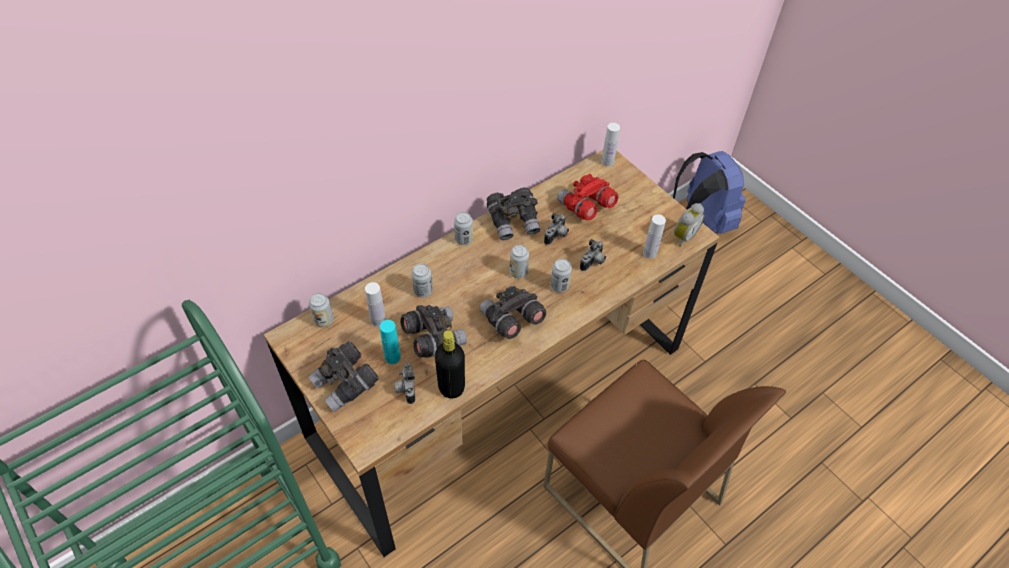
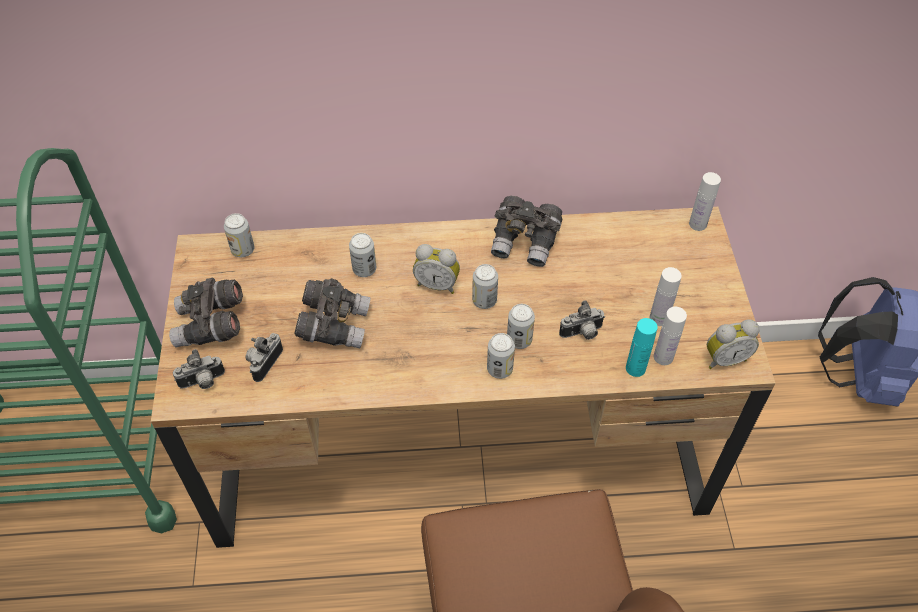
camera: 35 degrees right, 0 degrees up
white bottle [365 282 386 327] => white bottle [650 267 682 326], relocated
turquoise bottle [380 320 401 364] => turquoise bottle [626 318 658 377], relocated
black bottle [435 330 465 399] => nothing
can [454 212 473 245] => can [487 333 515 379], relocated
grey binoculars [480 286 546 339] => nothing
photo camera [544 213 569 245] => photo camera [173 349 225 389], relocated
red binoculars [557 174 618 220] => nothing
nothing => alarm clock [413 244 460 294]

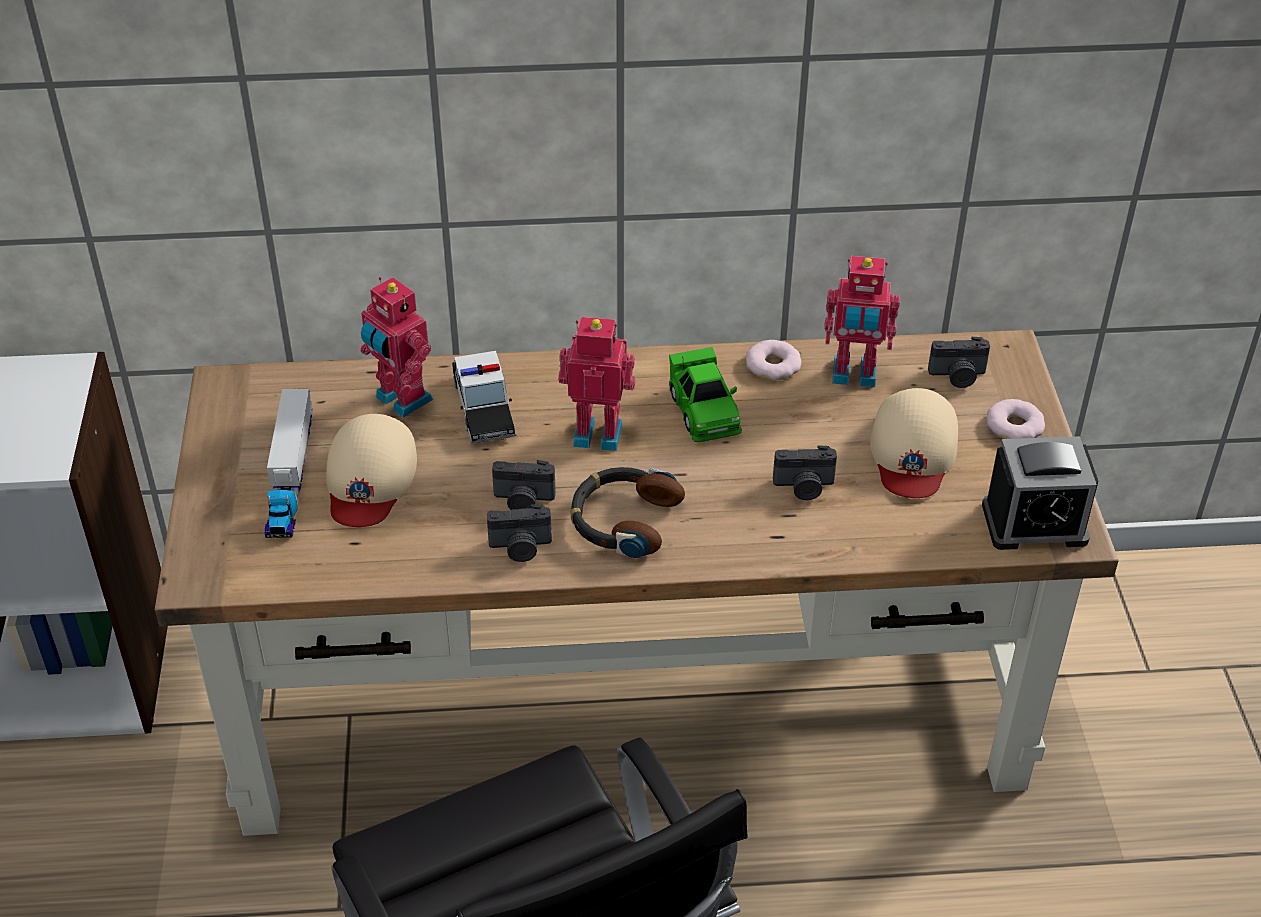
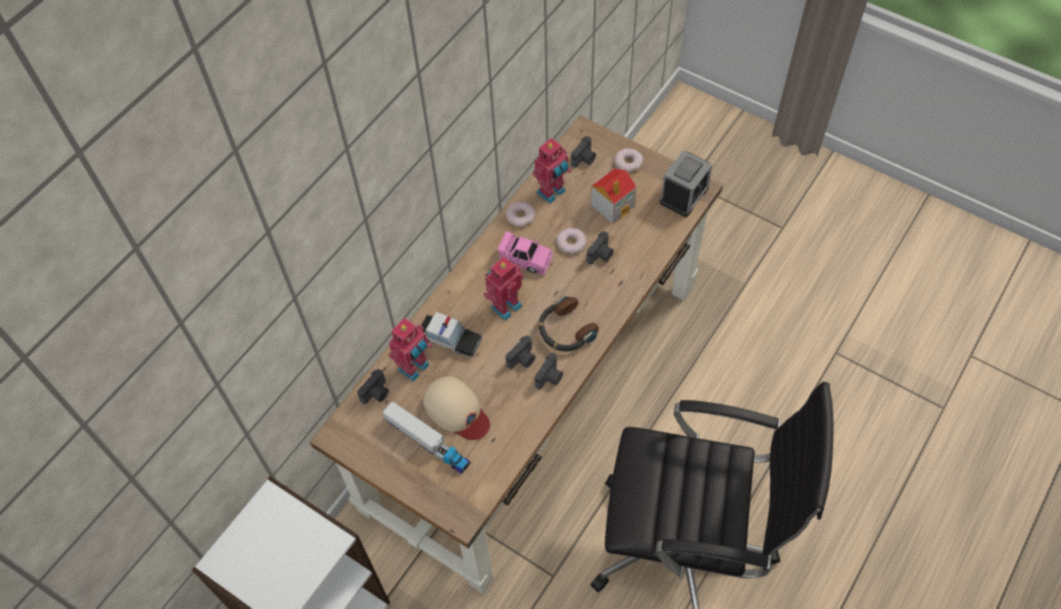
camera: 50 degrees left, 15 degrees up
toy robot [360 277 433 418] => toy robot [389 318 432 382], 45 degrees counterclockwise
green toy car [669 347 742 442] => pink toy car [497 231 553 275]
beige cap [870 388 958 498] => toy house [591 169 637 224]
nothing => photo camera [357 369 389 404]
nothing => donut [556 228 587 254]

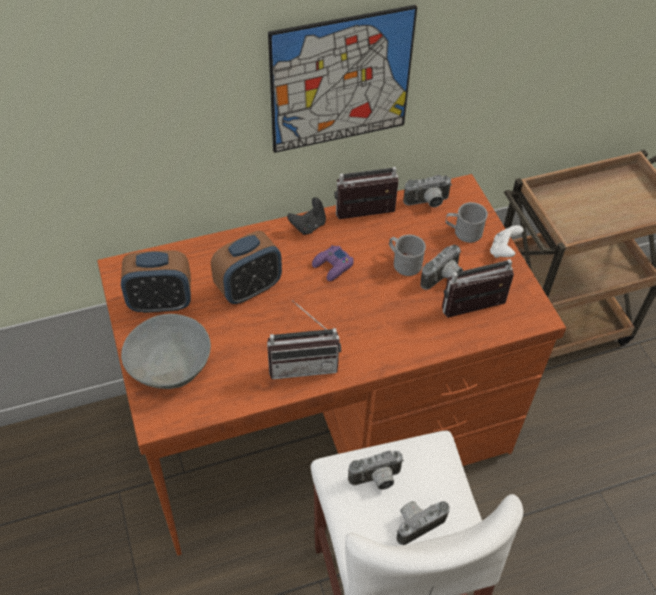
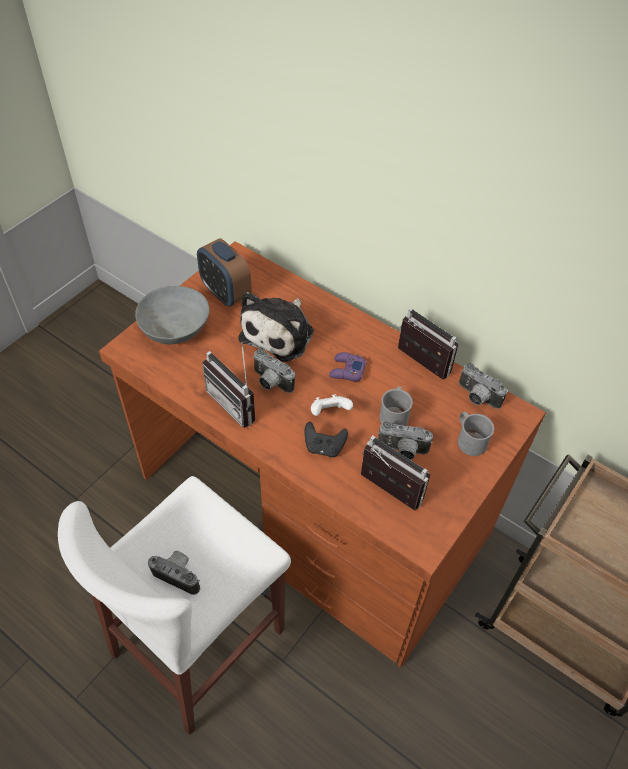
camera: 55 degrees right, 0 degrees up
alarm clock [211 231 282 304] => plush toy [239 292 314 362]
picture [268 5 417 153] => nothing
black game controller [287 197 326 235] => black game controller [305 422 348 457], relocated
photo camera [348 450 404 490] => photo camera [253 348 295 393], relocated
white game controller [490 225 523 258] => white game controller [311 394 353 416], relocated

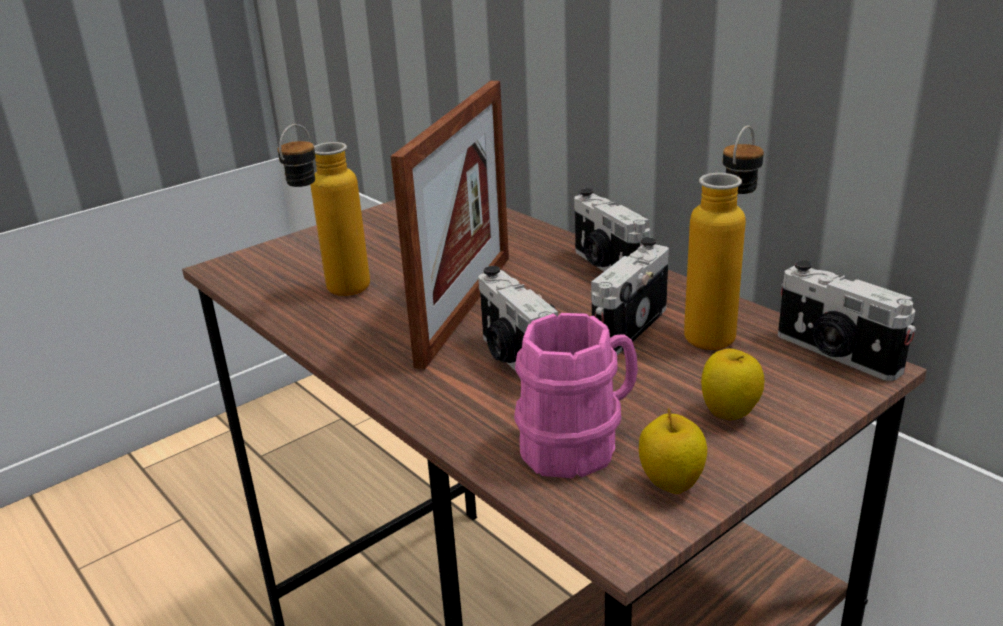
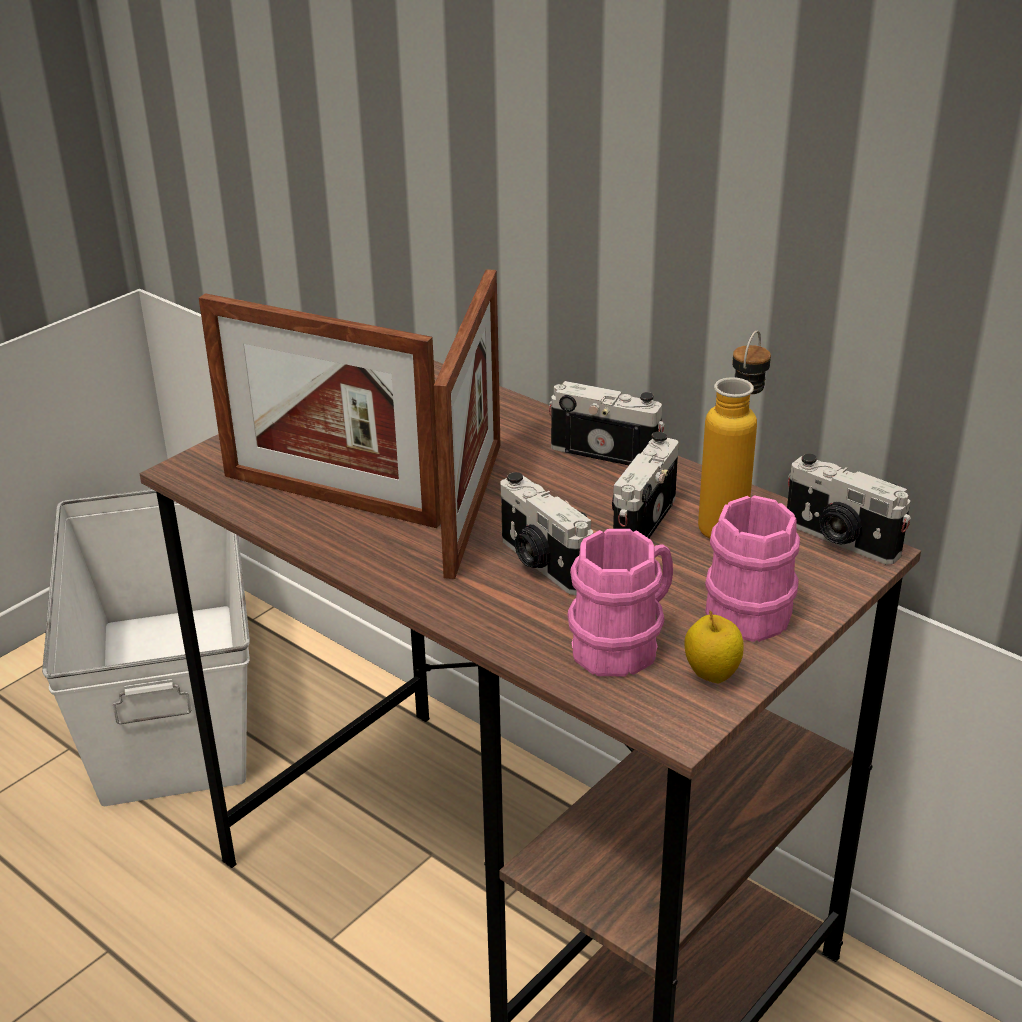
camera: 10 degrees left, 5 degrees up
bottle [277 124 370 296] => picture frame [199 293 441 528]
photo camera [574 188 650 271] => photo camera [549 381 665 465], 150 degrees clockwise
apple [701 349 764 420] => pink mug [705 495 800 642]
nothing => white storage box [42 489 250 806]

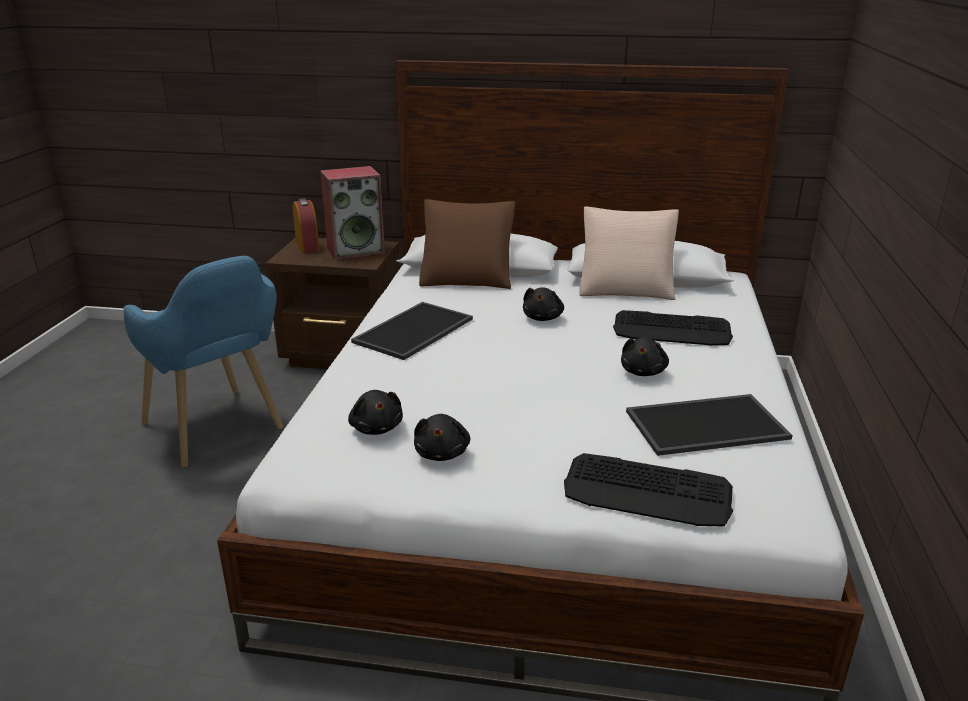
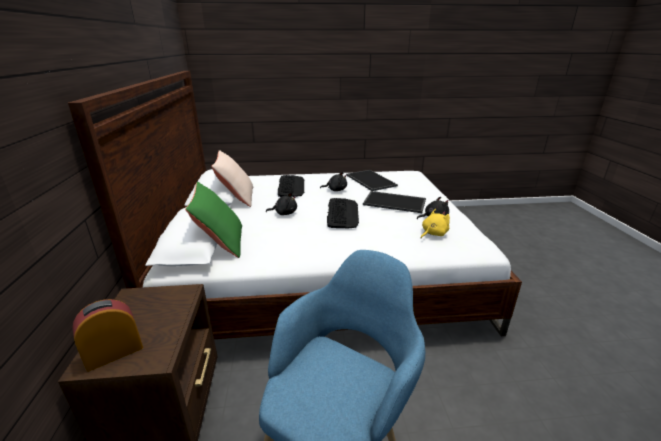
camera: 105 degrees left, 0 degrees up
speaker [320 166 385 260] => nothing
black plush toy [348 390 403 435] => yellow plush toy [421 209 450 238]
tray [351 302 473 360] => tray [363 191 426 213], relocated
brown pillow [419 199 515 289] => green pillow [185 182 242 258]
keyboard [564 453 733 526] => keyboard [327 198 359 229], relocated

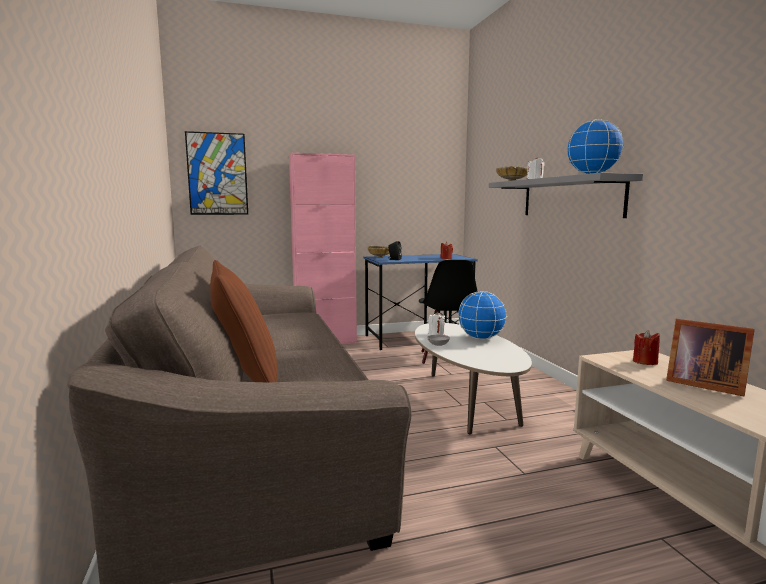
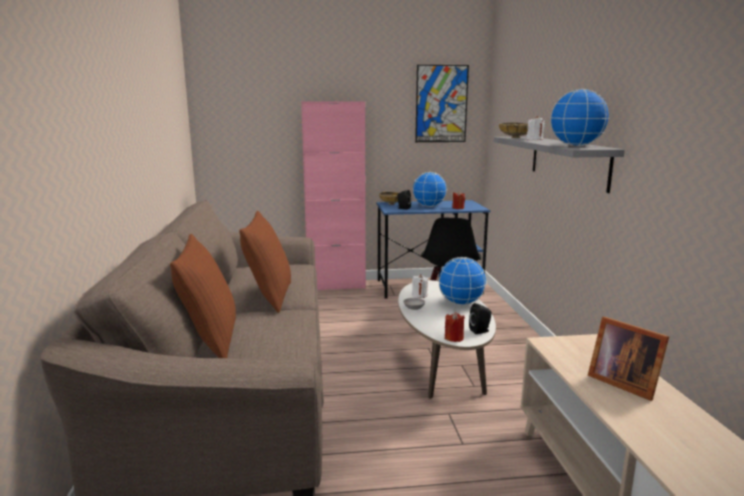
camera: 10 degrees right, 5 degrees up
picture [185 131 248 215] => picture [415 65 469 142], relocated
red candle [633 330 660 365] => red candle [445 312 465 342], relocated
nothing => brown pillow [239 211 291 313]
nothing => globe [412 172 447 207]
nothing => black speaker [469 303 492 334]

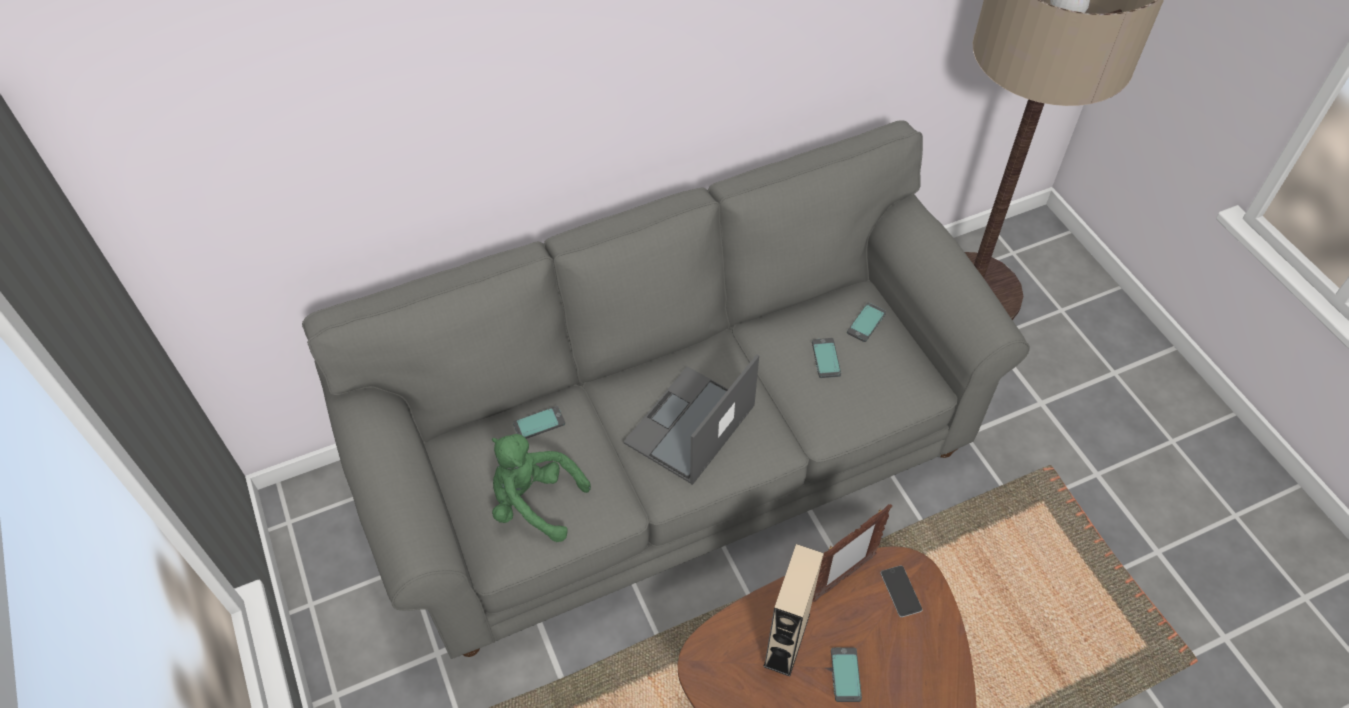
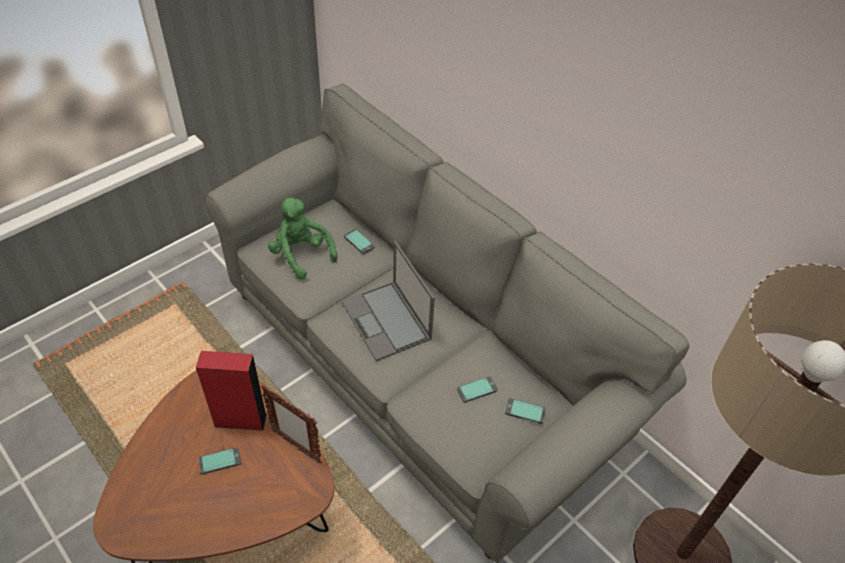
camera: 70 degrees right, 5 degrees down
green plush toy [492 434 591 542] => green plush toy [268 197 337 280], 45 degrees counterclockwise
laptop [623 354 759 485] => laptop [342 241 435 361], 135 degrees counterclockwise
beige speaker [763 544 824 677] => red speaker [196 351 267 431]
phone [880 565 923 617] => nothing

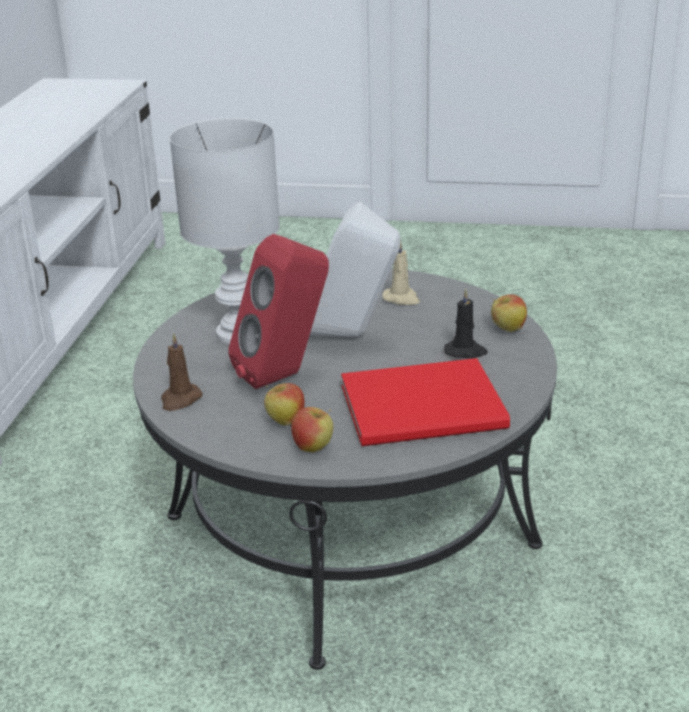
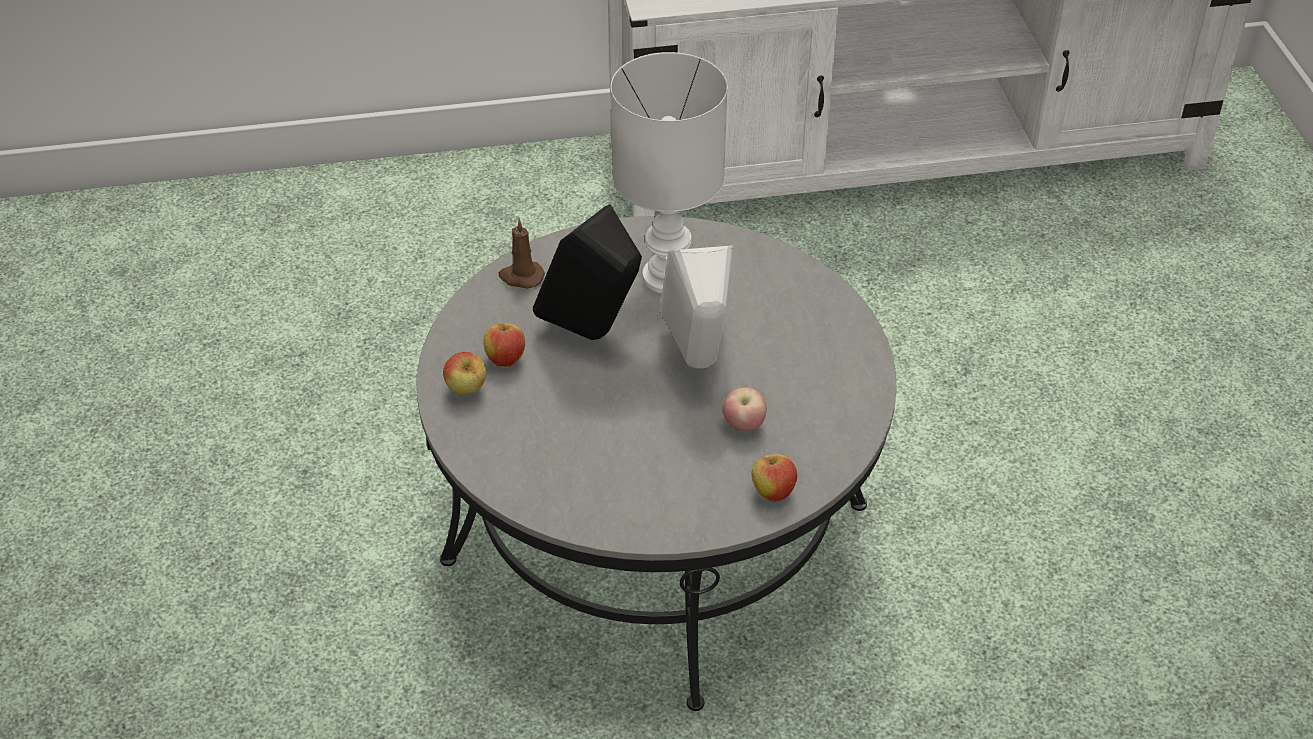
camera: 70 degrees right, 15 degrees up
red speaker [228 234 329 389] => black speaker [533 204 642 340]
red book [341 358 510 446] => nothing
beige candle [382 239 420 305] => nothing
black candle [444 289 488 358] => nothing
nothing => apple [722 387 767 431]

